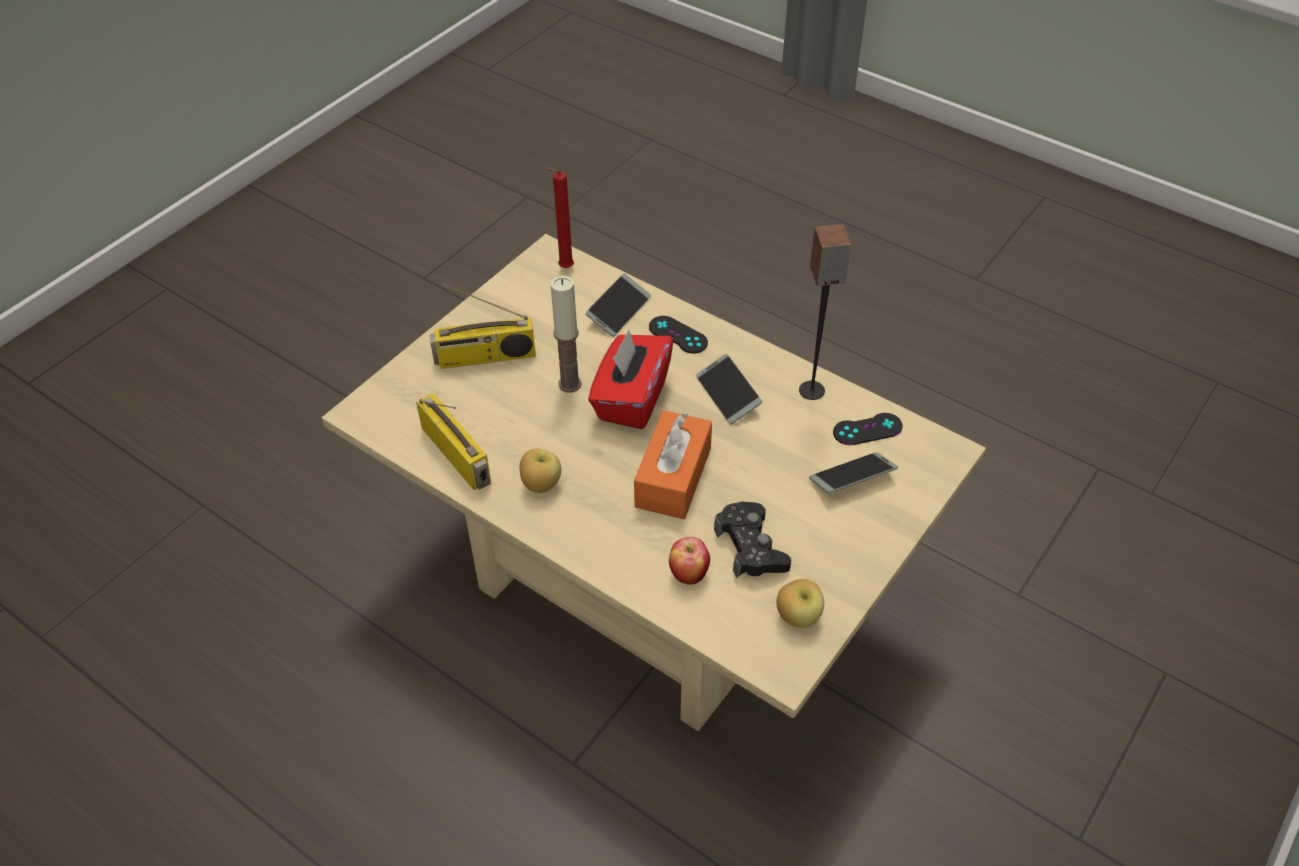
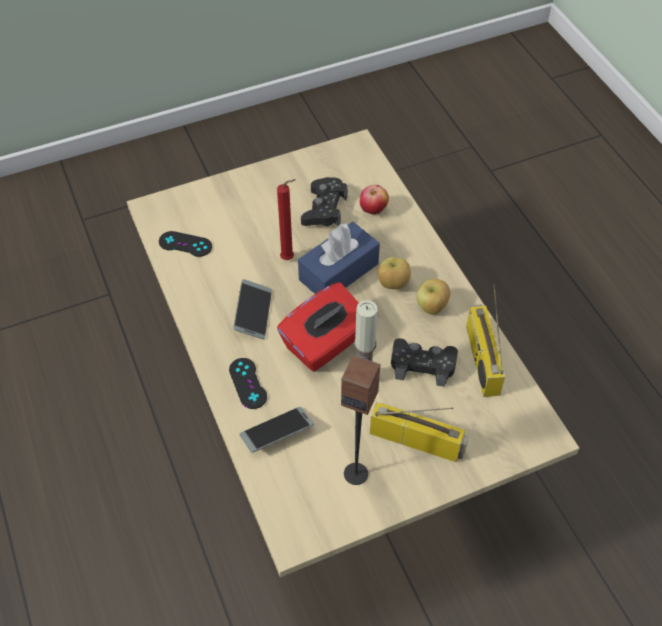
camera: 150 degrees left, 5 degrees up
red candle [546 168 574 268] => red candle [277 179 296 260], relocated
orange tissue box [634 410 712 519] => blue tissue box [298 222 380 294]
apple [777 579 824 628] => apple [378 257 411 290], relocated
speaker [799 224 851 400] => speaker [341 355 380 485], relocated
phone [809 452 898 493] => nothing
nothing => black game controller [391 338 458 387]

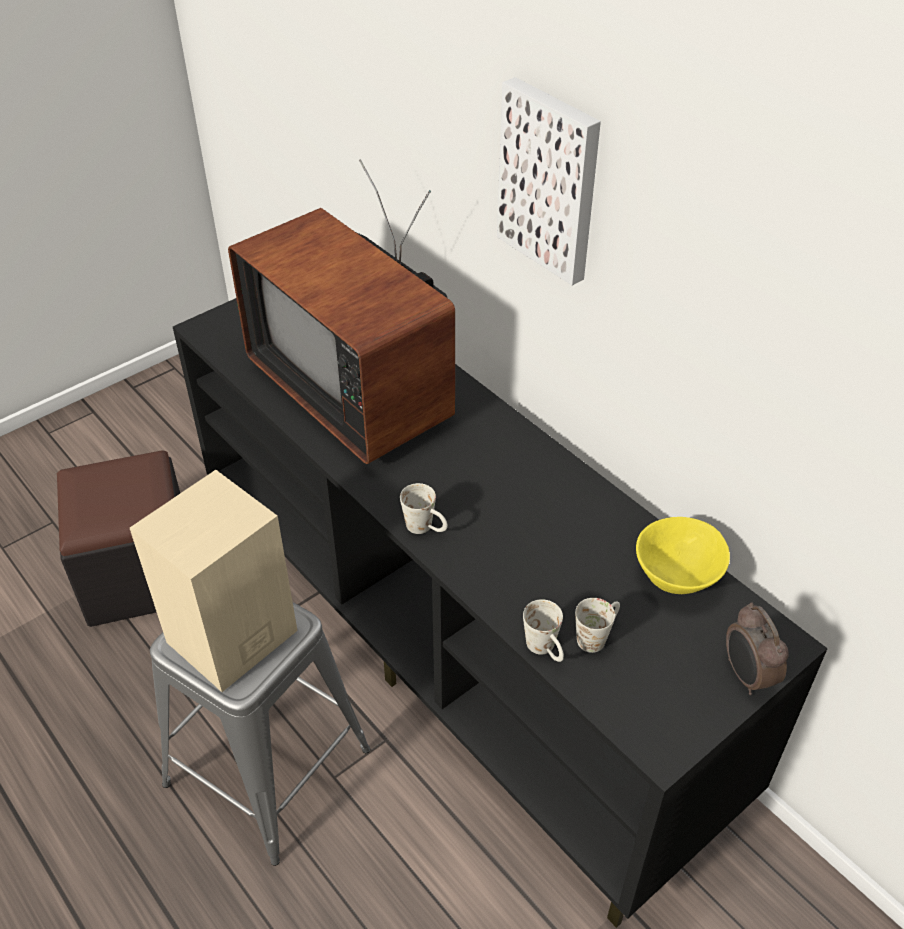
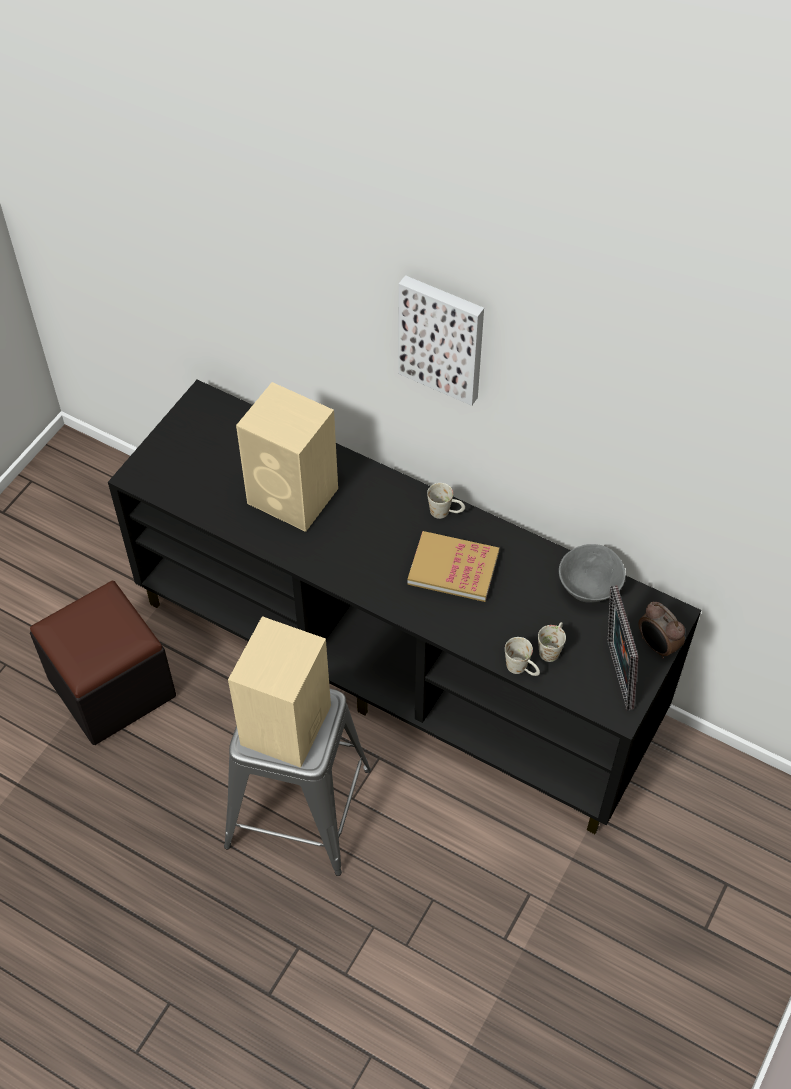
camera: 20 degrees left, 10 degrees up
television [228 159 455 464] => beige speaker [236 382 338 532]
white mug [400 483 448 534] => white mug [427 483 465 519], relocated
yellow bowl [636 517 730 594] => grey bowl [559 544 625 603]
nothing => book [407 531 499 602]
nothing => picture frame [607 585 638 710]

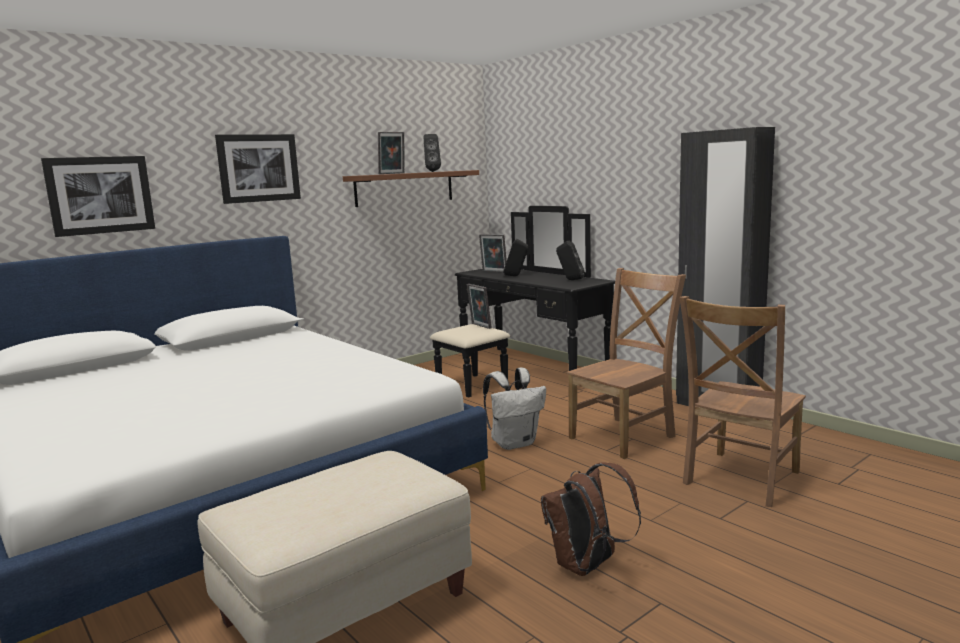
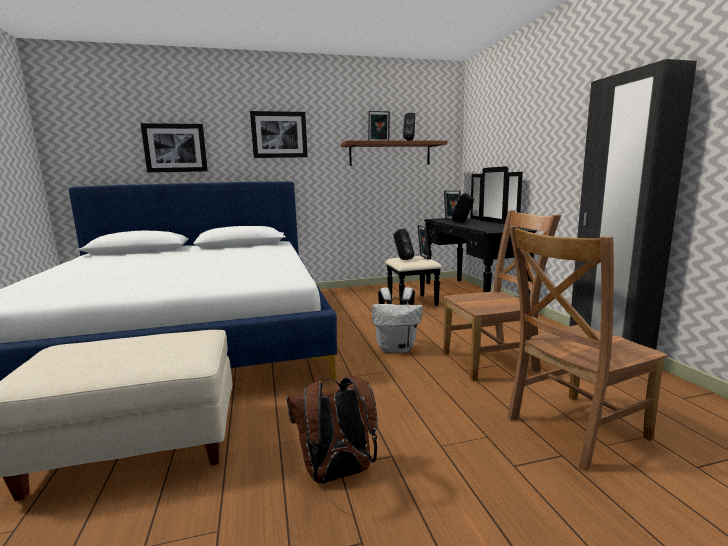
camera: 25 degrees right, 0 degrees up
black speaker [556 241 585 280] => black speaker [393 229 414 260], relocated

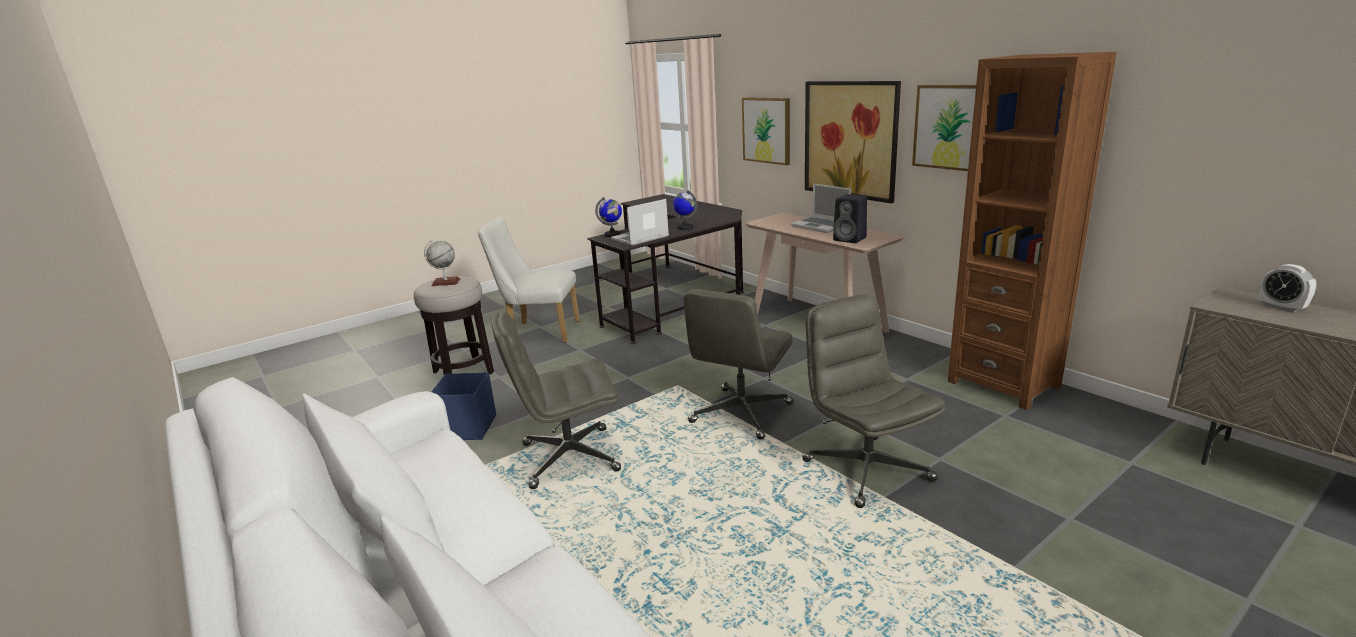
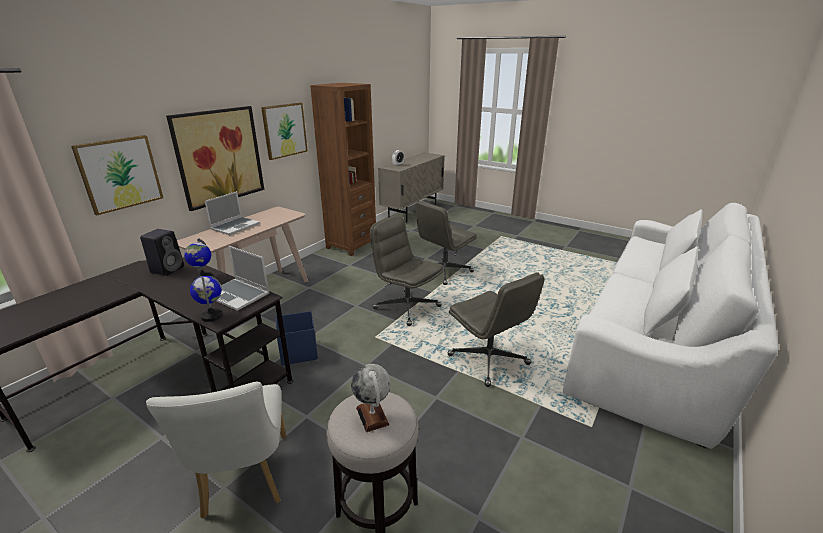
camera: 110 degrees left, 5 degrees up
blue storage box [431 372 496 440] => blue storage box [276 311 318 366], relocated
grey office chair [684 289 794 439] => grey office chair [370 215 444 326], 150 degrees counterclockwise
black speaker [833 194 867 243] => black speaker [140 229 184 276], relocated

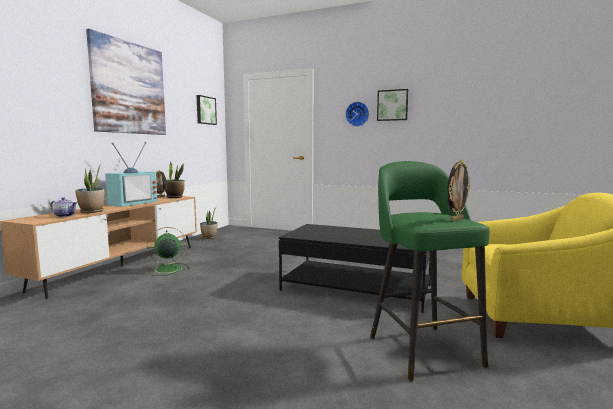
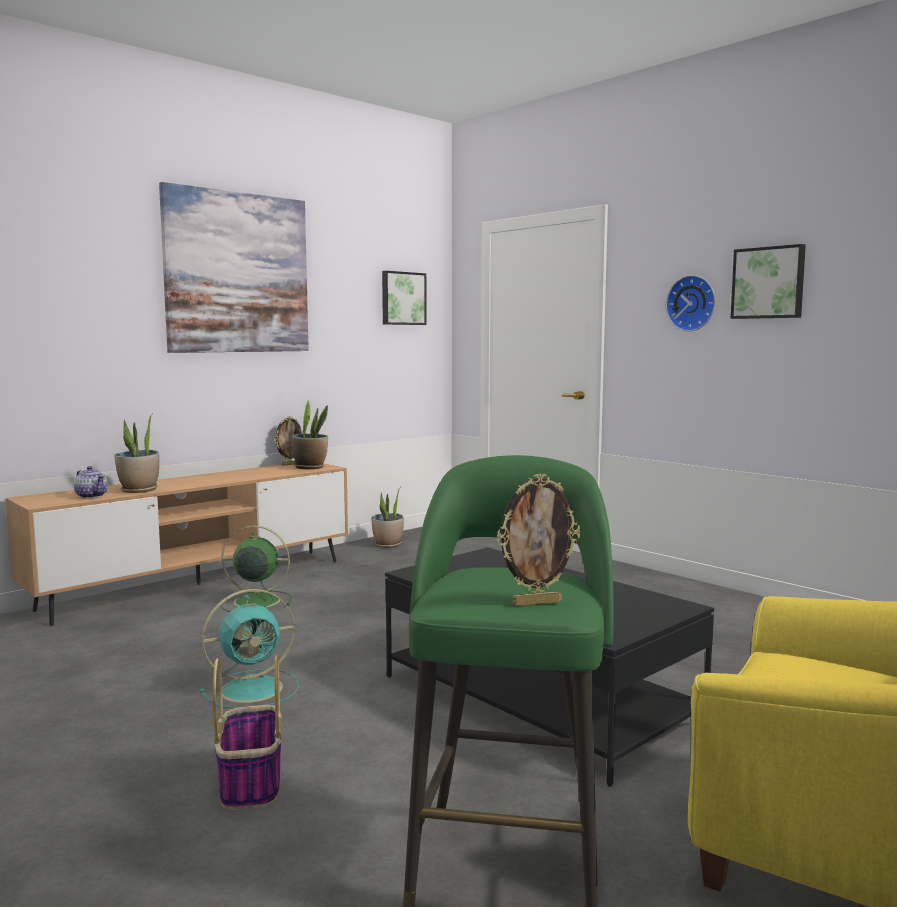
camera: 25 degrees right, 0 degrees up
television [105 142 158 207] => nothing
nothing => turquoise fan [200 589 299 709]
nothing => basket [213 655 282 810]

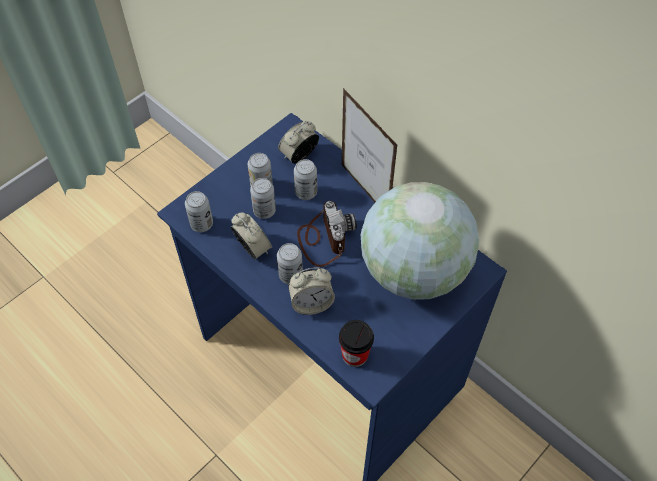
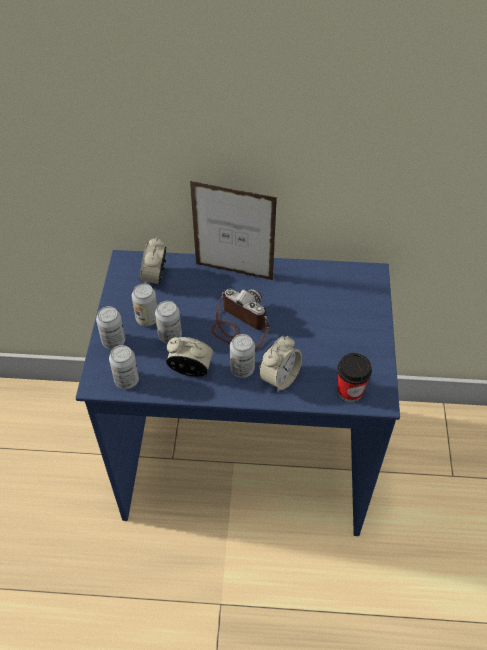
camera: 40 degrees left, 5 degrees down
can [294 159 317 200] => can [96 306 125 349], relocated
globe [361 182 479 300] => nothing

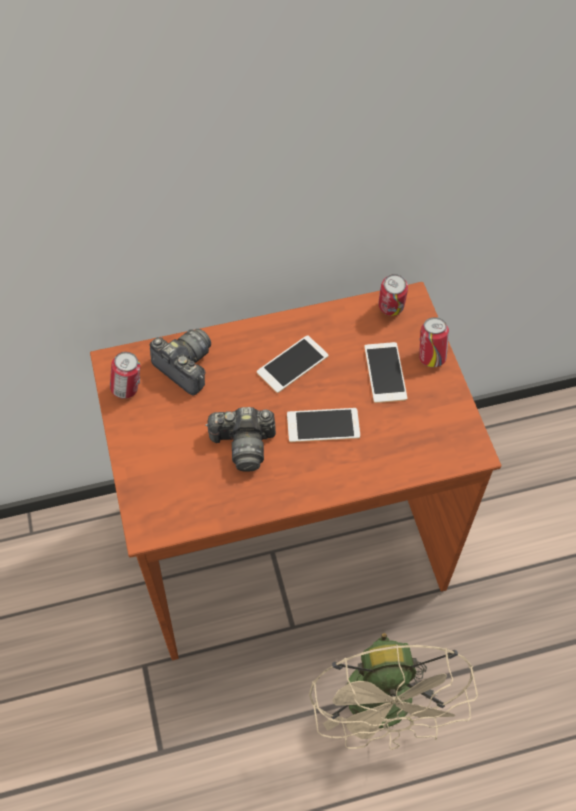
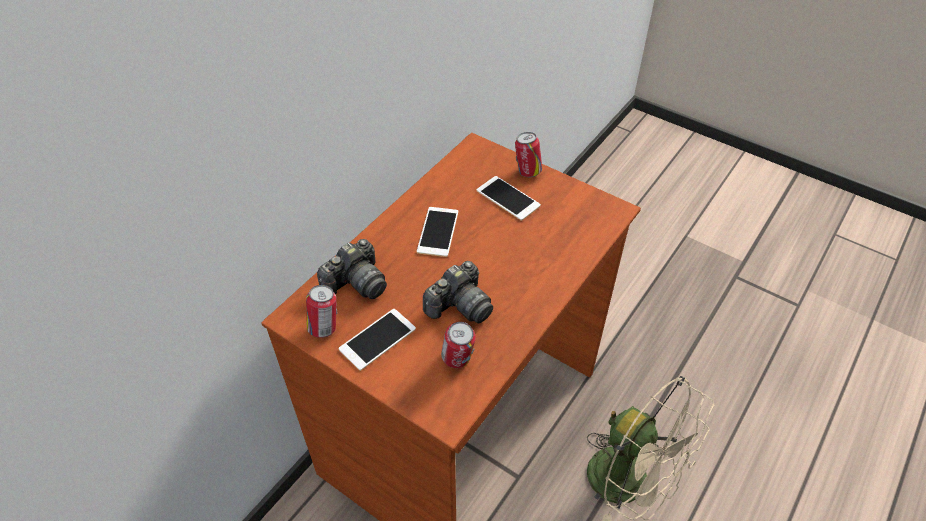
camera: 40 degrees left, 10 degrees down
photo camera [150 329 211 396] => photo camera [317 239 387 299], 135 degrees clockwise
phone [287 408 360 442] => phone [339 309 416 371], relocated
can [378 274 408 316] => can [441 322 476 368], relocated

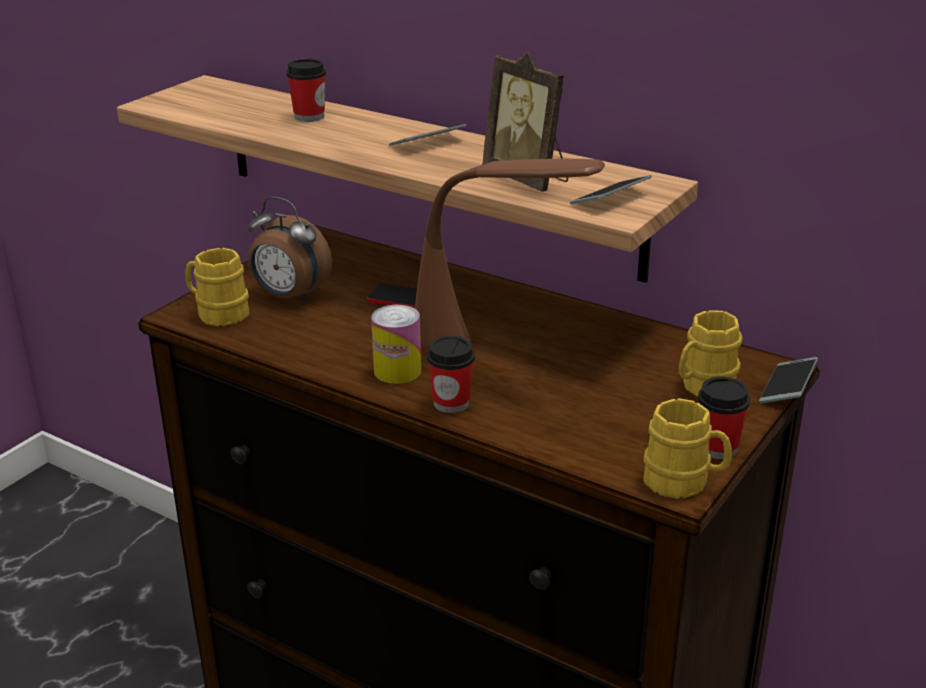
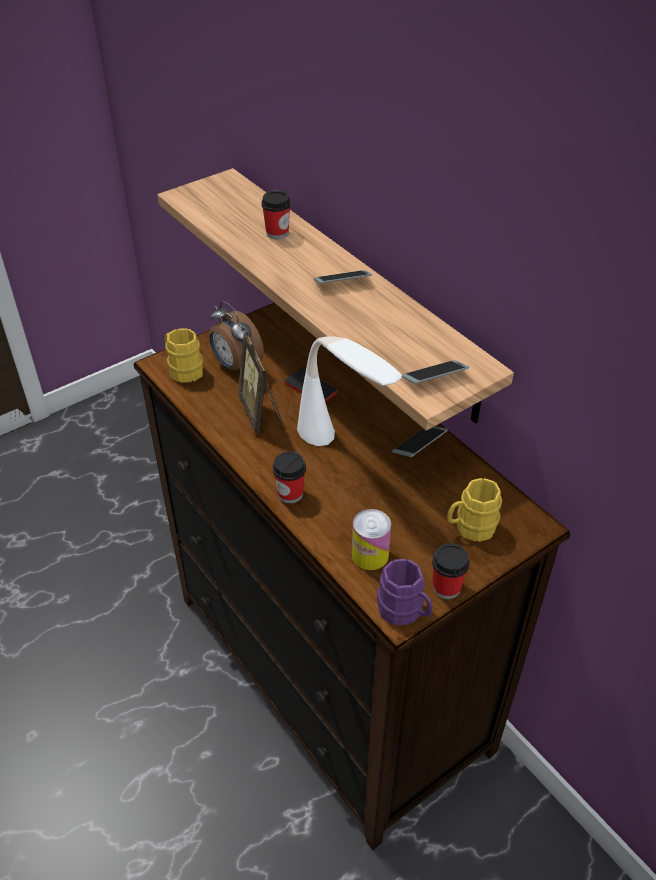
camera: 20 degrees right, 15 degrees up
can [371 305 421 384] => can [352 509 391 570], relocated
brown table lamp [415 159 605 348] => white table lamp [297 336 402 446]
picture frame [482 52 568 192] => picture frame [238 332 283 433], relocated
yellow mug [643 398 732 499] => purple mug [377 559 432 625]
phone [759 357 818 403] => phone [392 426 448 457], relocated

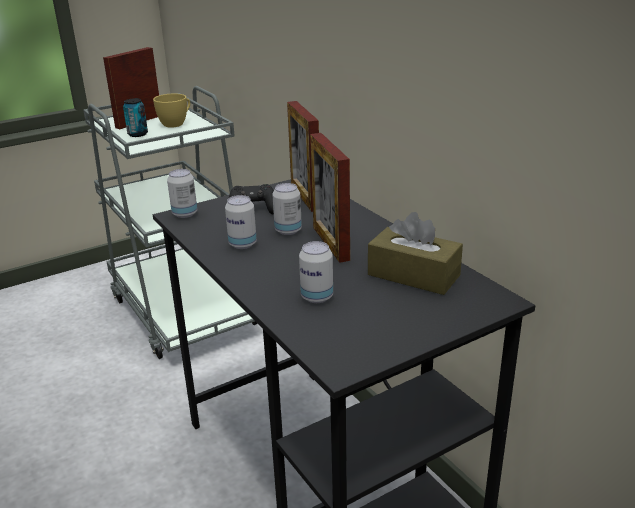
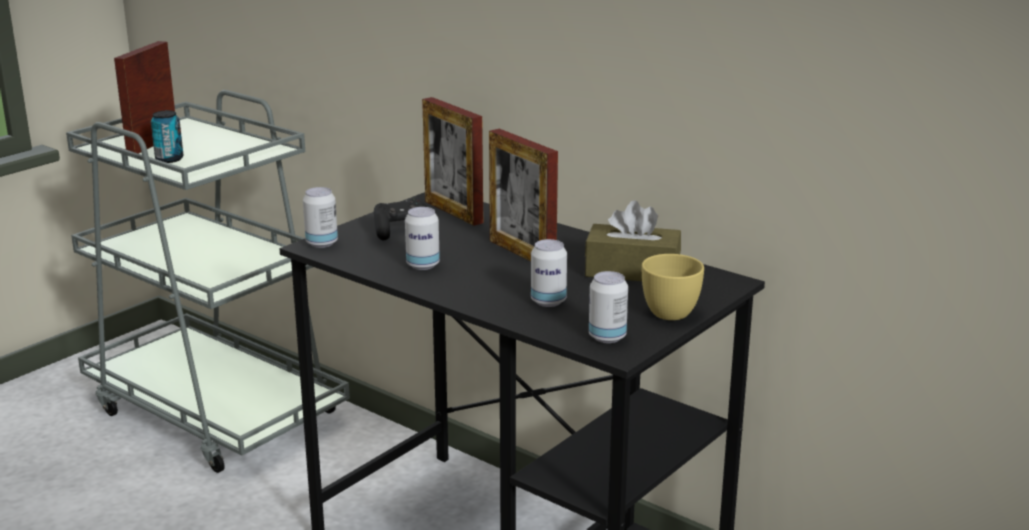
camera: 20 degrees left, 5 degrees down
yellow cup [153 93 190 128] => yellow cup [642 254 704 320], relocated
can [272 183 302 235] => can [589 271 628 343], relocated

